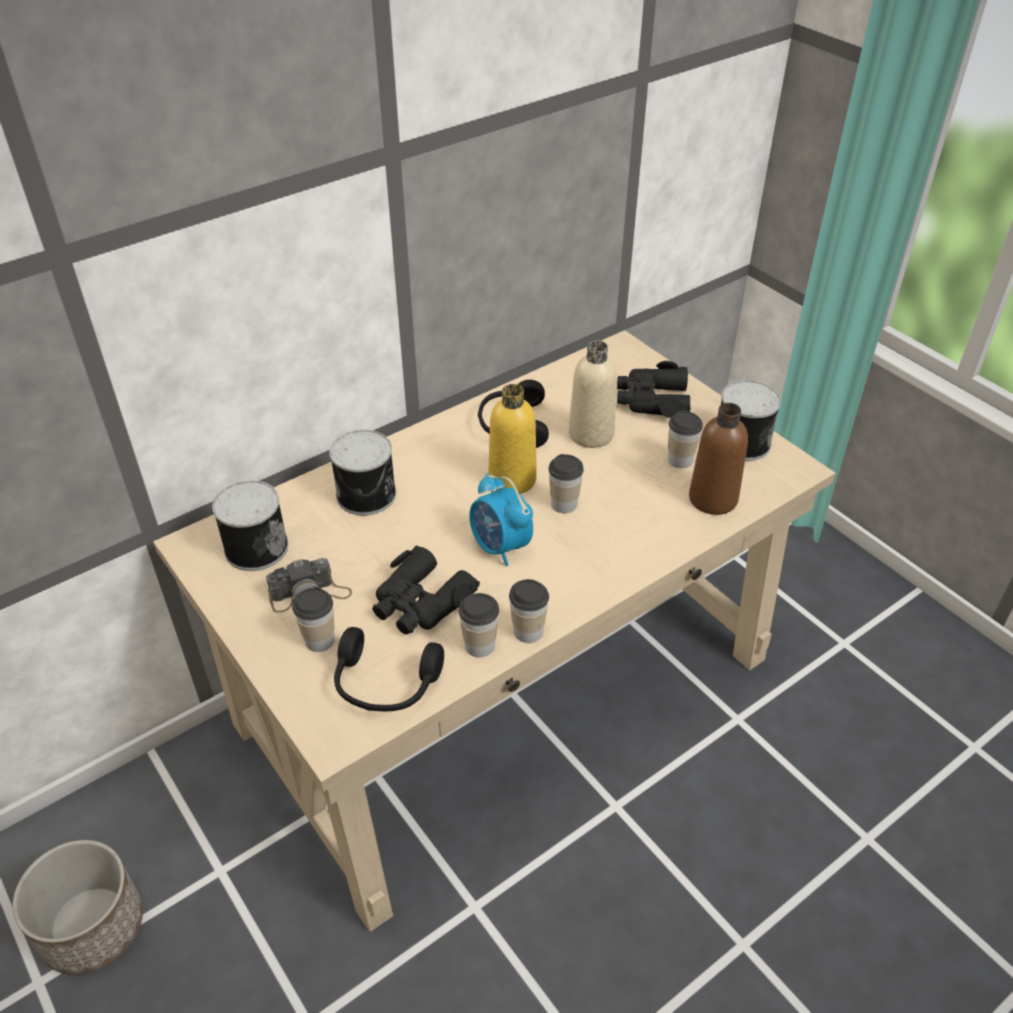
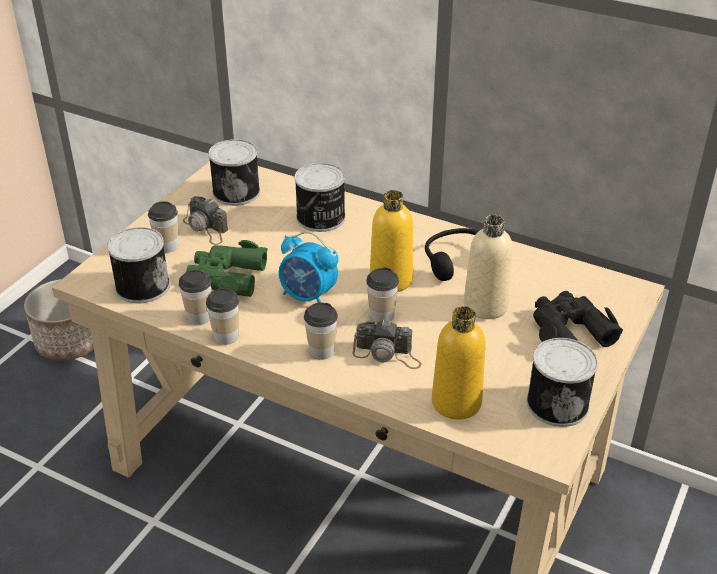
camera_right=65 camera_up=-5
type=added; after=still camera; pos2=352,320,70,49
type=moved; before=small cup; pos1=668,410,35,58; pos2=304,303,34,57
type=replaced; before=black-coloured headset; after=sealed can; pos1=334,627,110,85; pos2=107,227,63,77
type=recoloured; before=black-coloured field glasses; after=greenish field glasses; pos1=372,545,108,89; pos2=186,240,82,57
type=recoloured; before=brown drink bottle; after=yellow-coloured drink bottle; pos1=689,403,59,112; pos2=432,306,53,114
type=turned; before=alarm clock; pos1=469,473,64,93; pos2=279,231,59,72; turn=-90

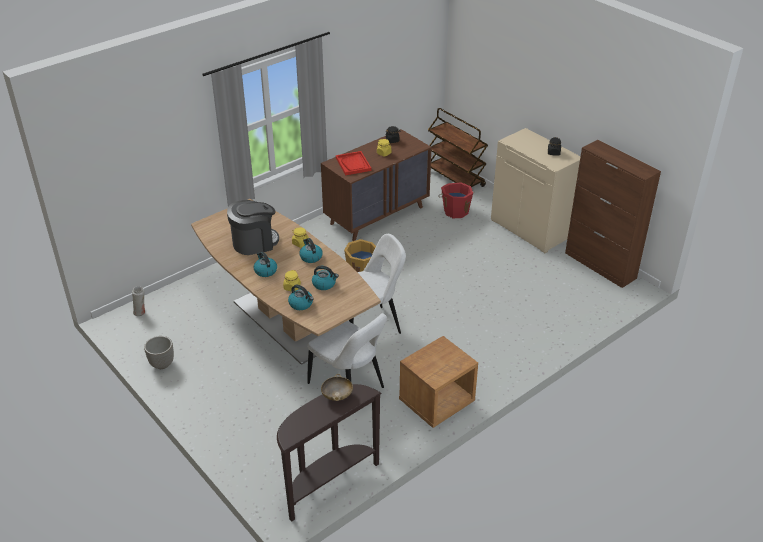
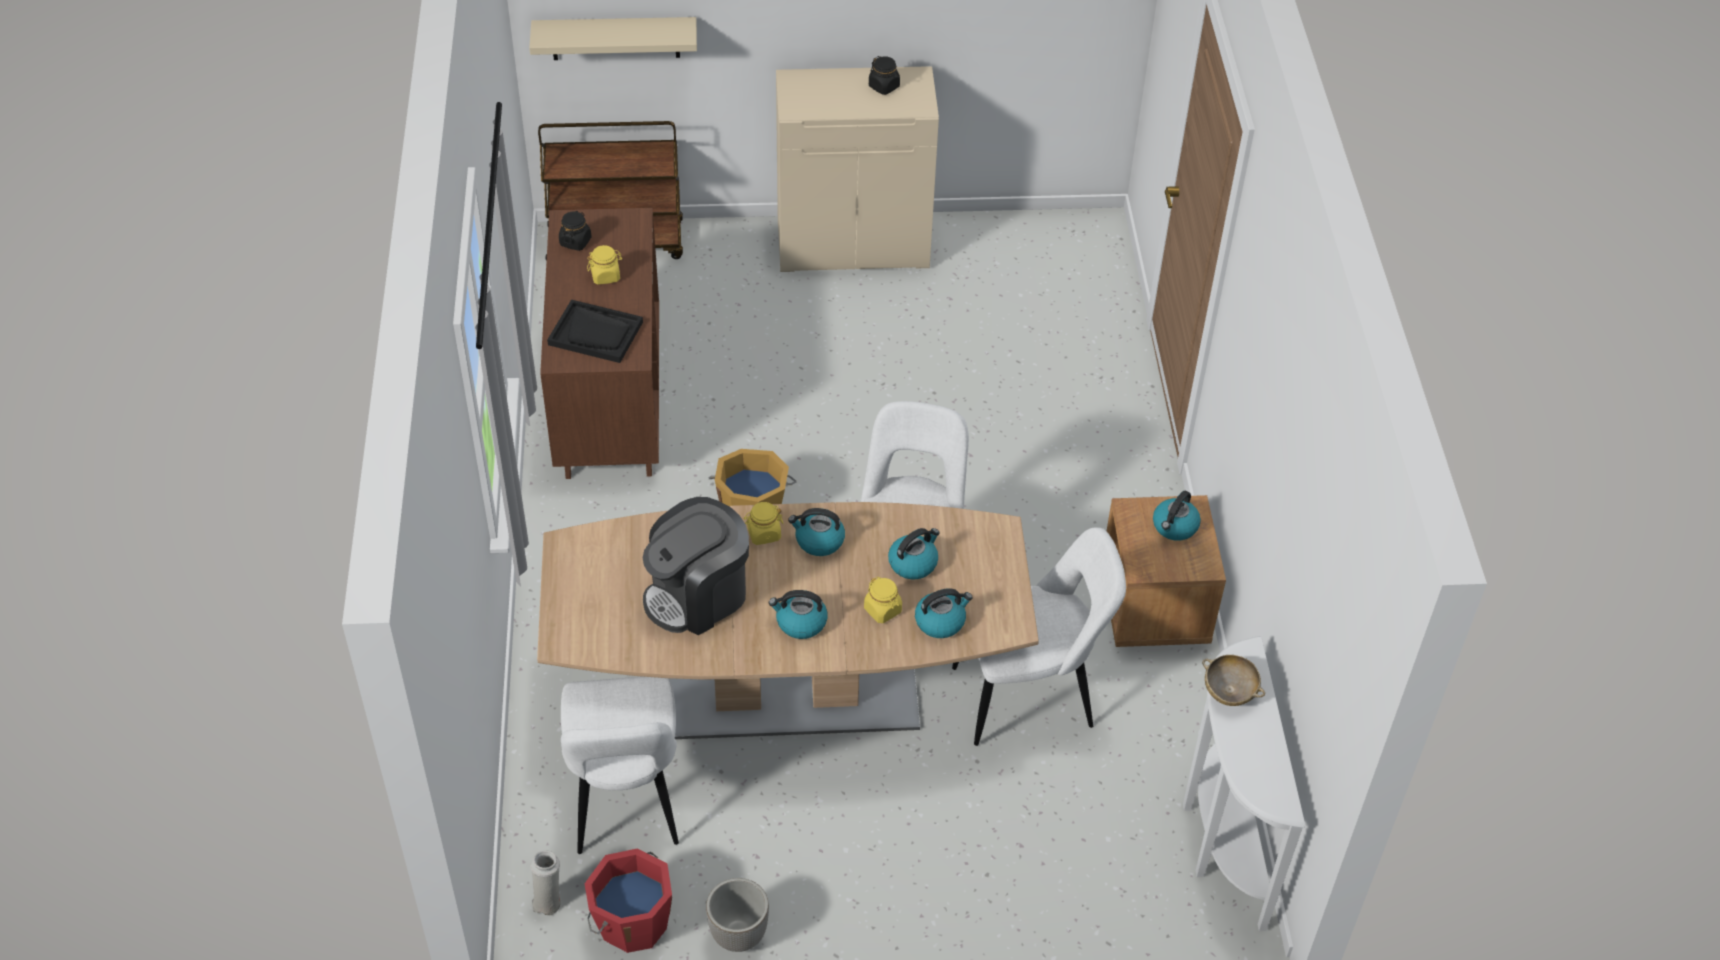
camera_right=-55 camera_up=10
type=removed; before=brown storage cabinet; pos1=565,140,96,148
type=added; after=beige-coloured wall shelf; pos2=529,17,168,43
type=added; after=white-coloured upright chair; pos2=561,677,118,177
type=added; after=tea kettle; pos2=1153,491,48,50
type=moved; before=red water bucket; pos1=438,182,36,36; pos2=584,848,88,105
type=recoloured; before=brown narrow table; after=white-coloured narrow table; pos1=277,384,105,138; pos2=1183,636,122,295
type=recoloured; before=red tray; after=black-coloured tray; pos1=336,151,35,24; pos2=547,300,96,63
type=turned; before=coffee machine; pos1=227,200,52,55; pos2=643,497,106,138; turn=-135

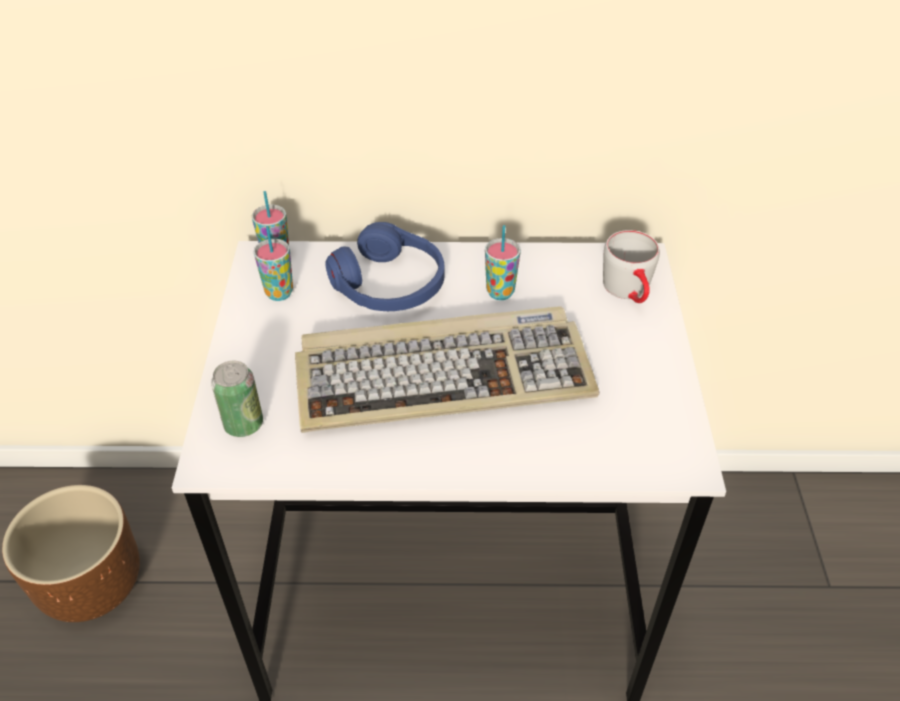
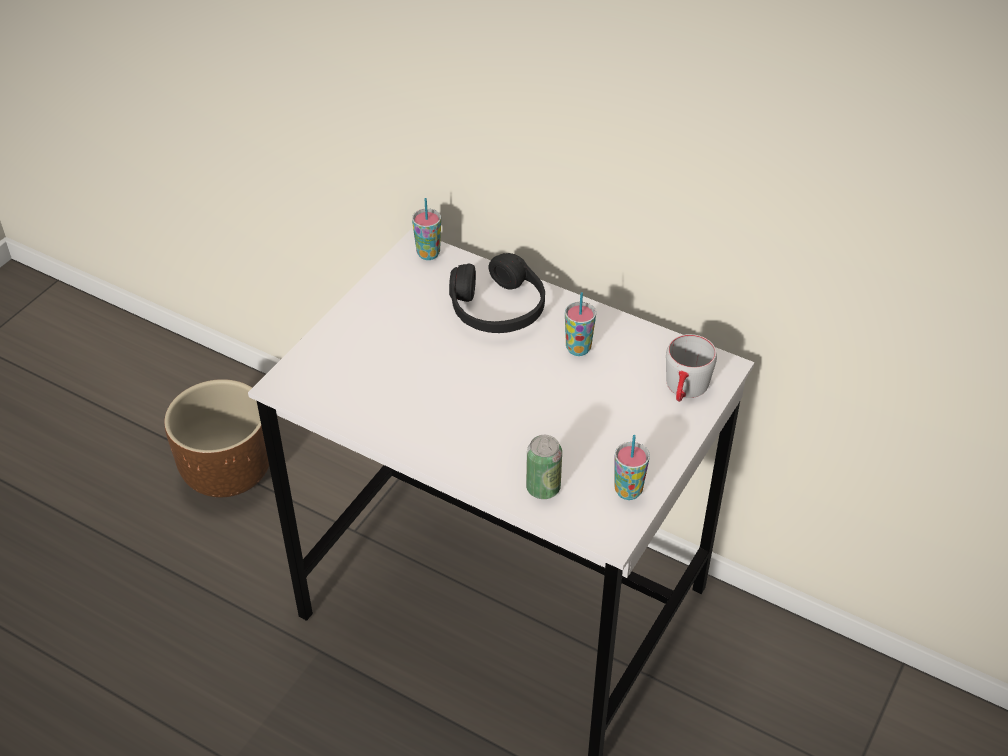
camera_right=30 camera_up=0
type=removed; before=computer keyboard; pos1=295,306,305,127
type=moved; before=sealed can; pos1=211,361,52,76; pos2=526,435,36,64
type=moved; before=small cup; pos1=253,226,40,75; pos2=615,435,35,65
type=recoloured; before=bluish headset; after=black-coloured headset; pos1=325,222,120,89; pos2=449,253,96,80

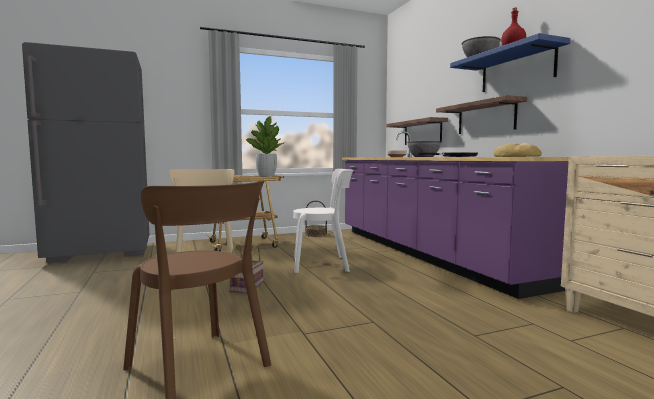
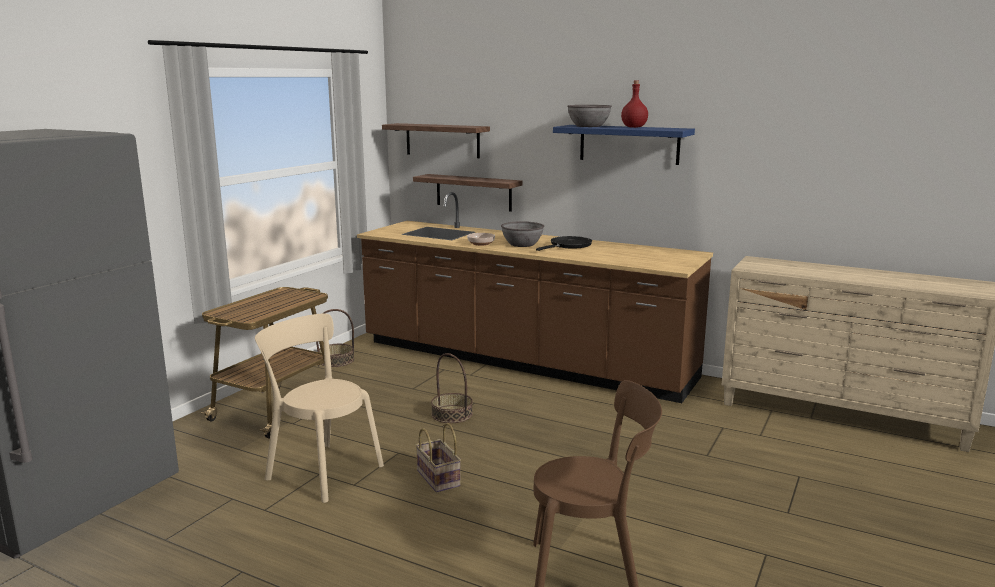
camera_right=-40 camera_up=10
type=removed; before=plant in a pot; pos1=246,116,39,61
type=removed; before=baked bread; pos1=493,143,49,14
type=moved; before=wall shelf; pos1=436,95,91,39; pos2=382,123,108,35
type=replaced; before=white-coloured upright chair; after=basket; pos1=293,169,61,104; pos2=431,353,42,70
type=recoloured; before=purple-coloured counter; after=brown counter; pos1=342,131,227,168; pos2=357,192,356,211

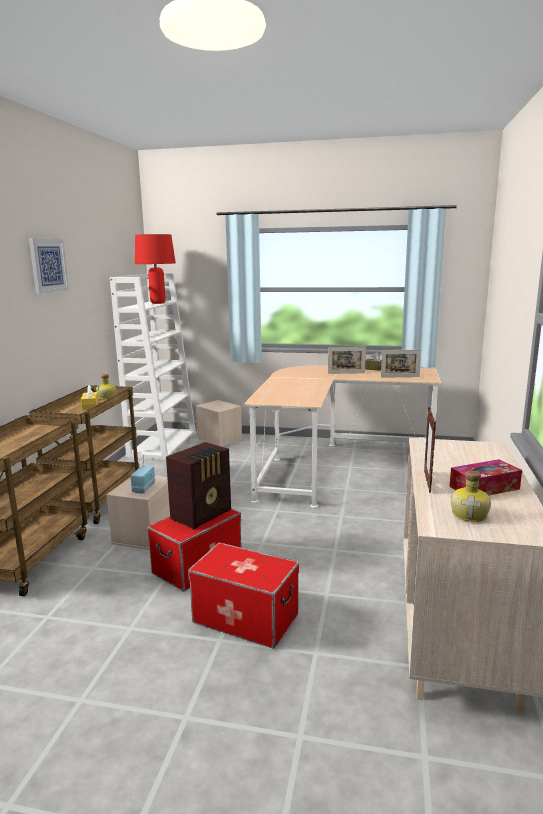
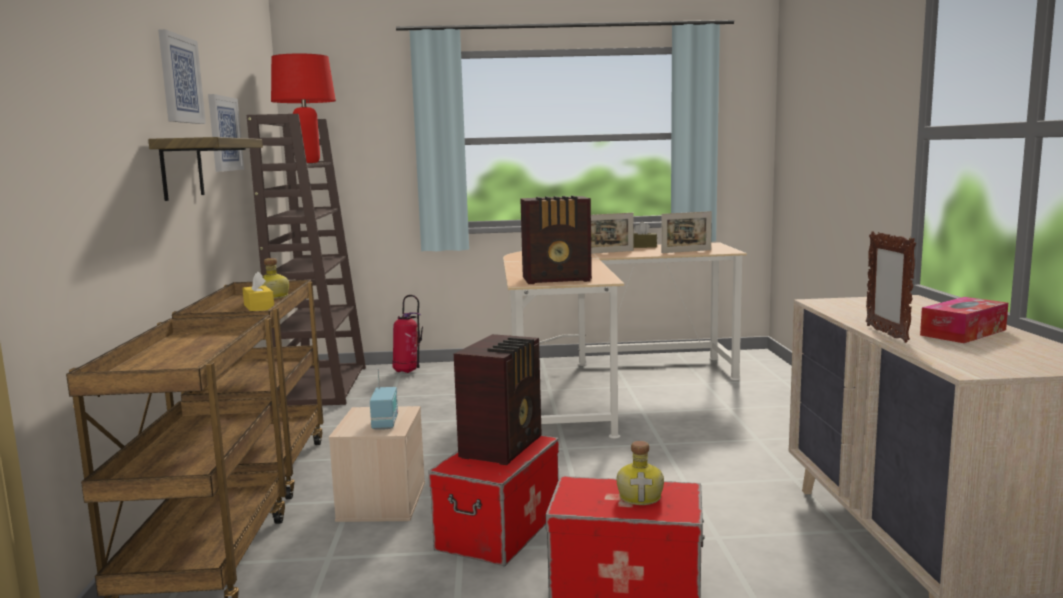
camera_right=-15 camera_up=-5
type=added; after=wall shelf; pos2=148,137,115,64
type=added; after=wall picture; pos2=208,94,36,78
type=added; after=radio receiver; pos2=520,196,72,88
type=moved; before=drink bottle; pos1=451,470,40,52; pos2=617,441,47,64
type=replaced; before=beige-coloured storage bin; after=extinguisher; pos1=196,400,46,46; pos2=393,295,30,78
type=recoloured; before=white-coloured shelving unit; after=brown shelving unit; pos1=110,273,86,187; pos2=247,114,119,292

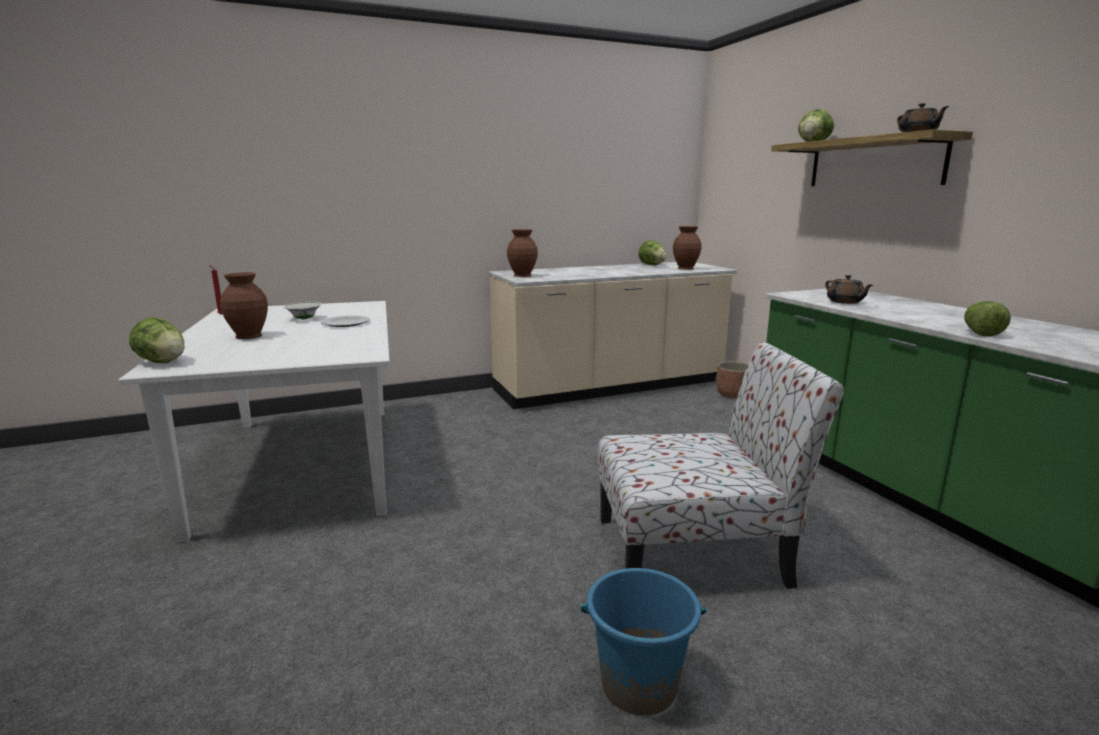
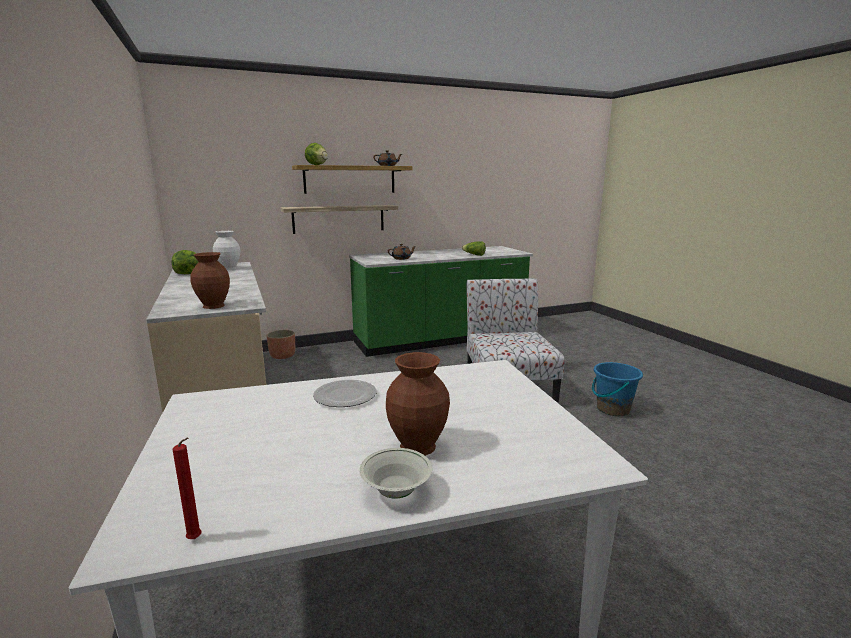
camera_right=-90 camera_up=0
type=removed; before=lettuce head; pos1=129,317,56,46
type=added; after=wall shelf; pos2=281,205,117,29
type=moved; before=white-coloured bowl; pos1=283,302,39,18; pos2=359,448,73,51
type=recoloured; before=brown vase; after=white-coloured vase; pos1=673,226,29,44; pos2=213,231,27,39

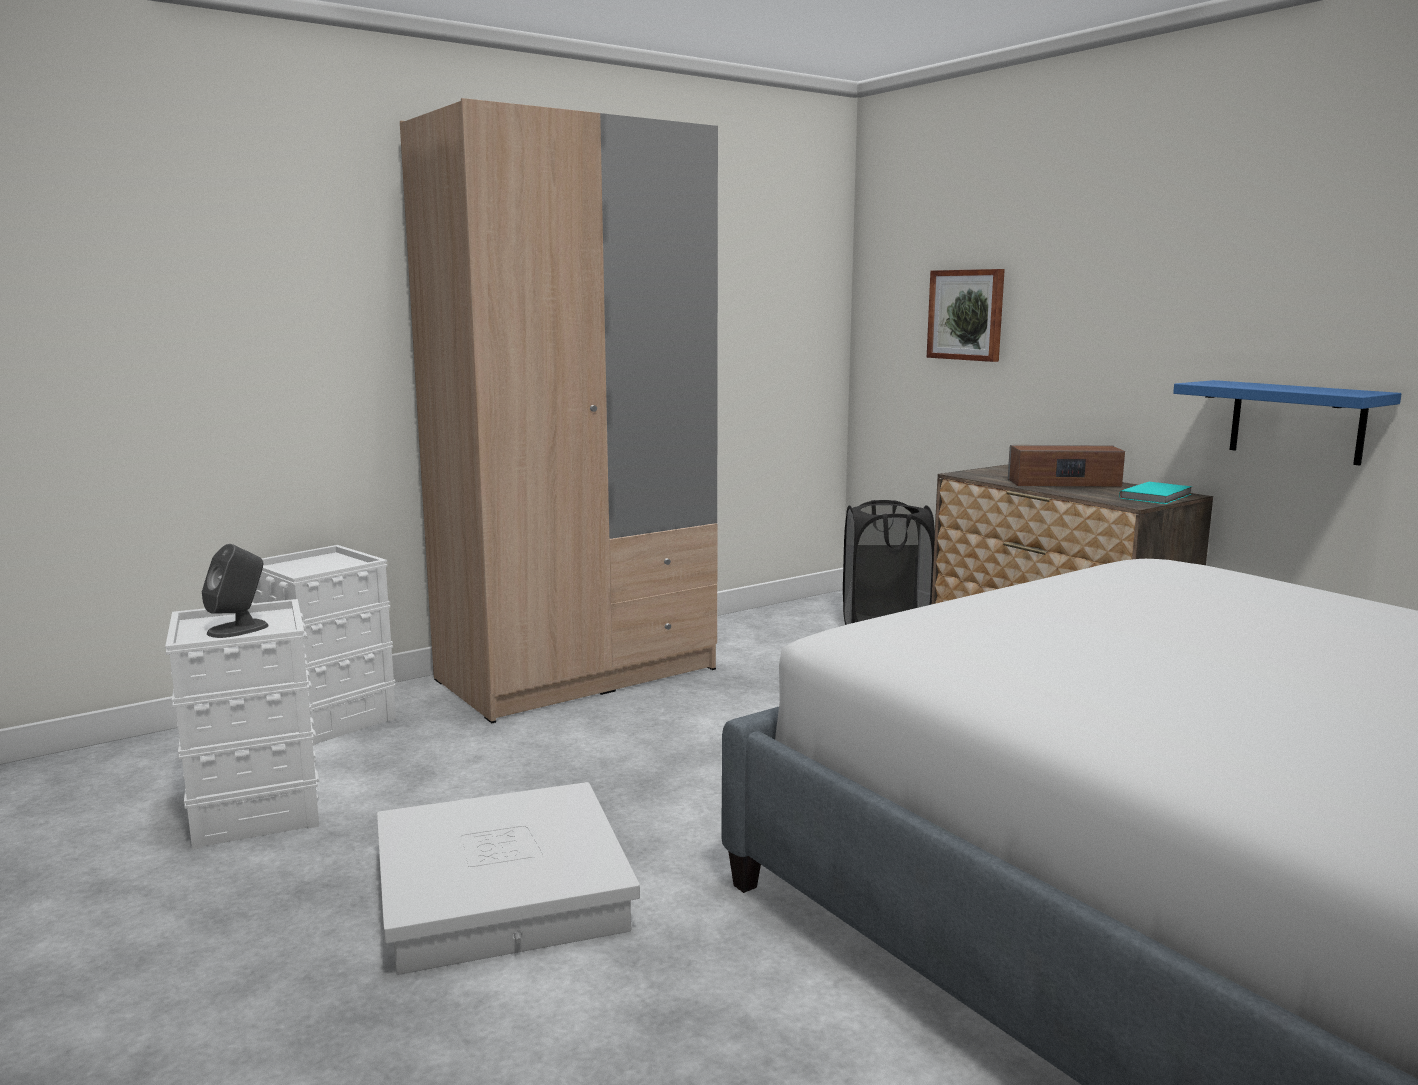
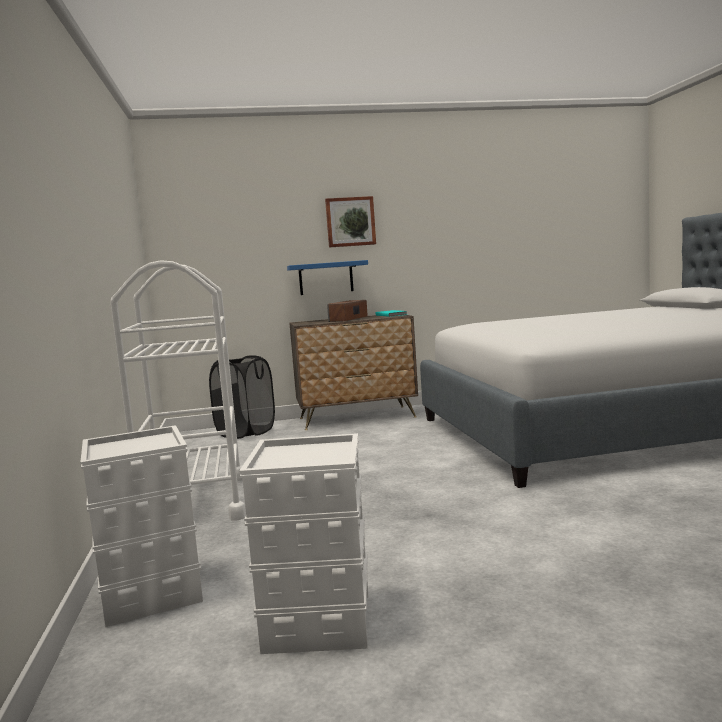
camera_right=-65 camera_up=-5
type=removed; before=grey loudspeaker; pos1=202,544,67,94
type=removed; before=white-coloured storage bin; pos1=377,782,263,193
type=moved; before=wall picture; pos1=927,269,78,93; pos2=325,196,51,52
type=moved; before=bluish wall shelf; pos1=1173,380,228,86; pos2=287,260,81,35
type=replaced; before=beige-coloured clothes cupboard; after=white-coloured trolley; pos1=400,98,318,625; pos2=111,260,135,260

